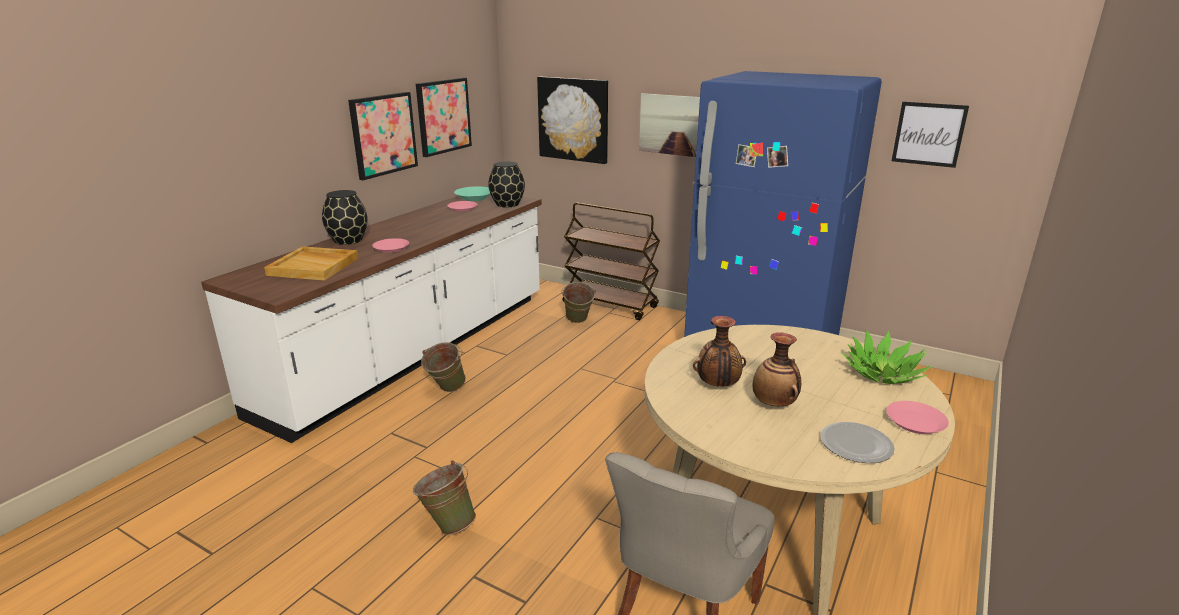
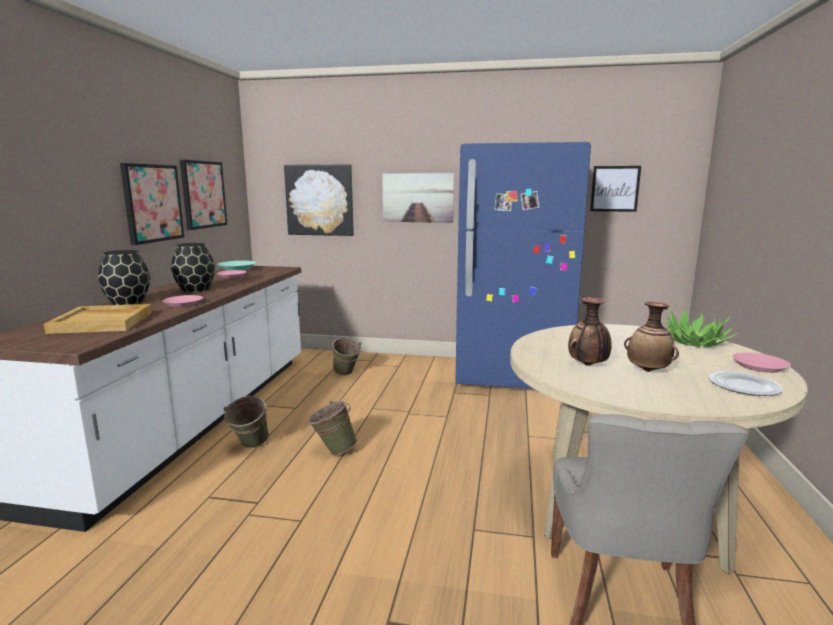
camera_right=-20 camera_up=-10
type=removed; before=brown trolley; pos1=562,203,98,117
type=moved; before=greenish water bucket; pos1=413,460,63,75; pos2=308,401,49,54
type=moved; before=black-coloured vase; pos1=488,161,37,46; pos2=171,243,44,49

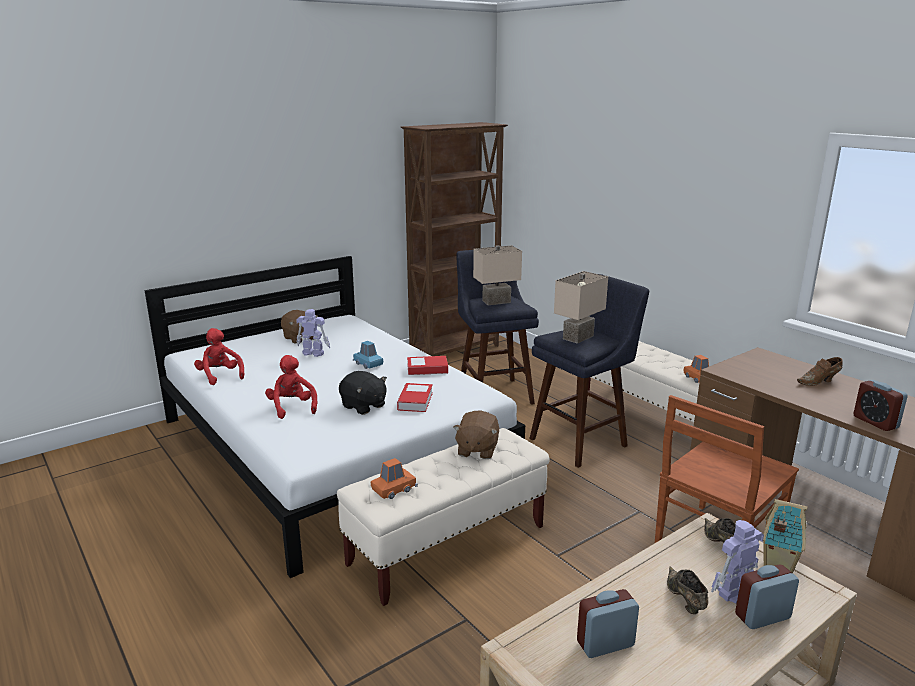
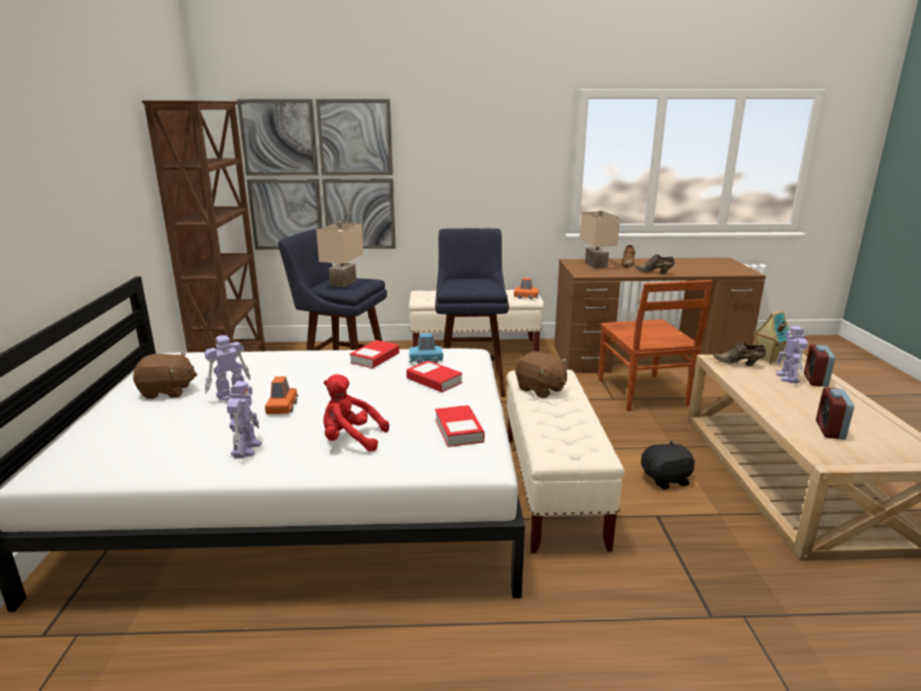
camera_right=-55 camera_up=0
type=removed; before=red cuddly toy; pos1=194,328,50,57
type=removed; before=alarm clock; pos1=853,380,55,51
type=added; after=model robot; pos2=227,381,35,77
type=added; after=wall picture; pos2=237,99,159,151
type=added; after=volume; pos2=435,405,49,42
type=moved; before=black-coloured cuddly toy; pos1=339,371,48,44; pos2=641,441,54,48
type=moved; before=bluish toy car; pos1=353,341,30,28; pos2=408,333,35,31
type=moved; before=orange-coloured toy car; pos1=371,458,47,41; pos2=265,376,33,38
type=moved; before=beige-coloured tabletop lamp; pos1=554,271,54,73; pos2=580,211,40,57
type=moved; before=brown low shoe; pos1=667,566,41,48; pos2=635,254,40,20

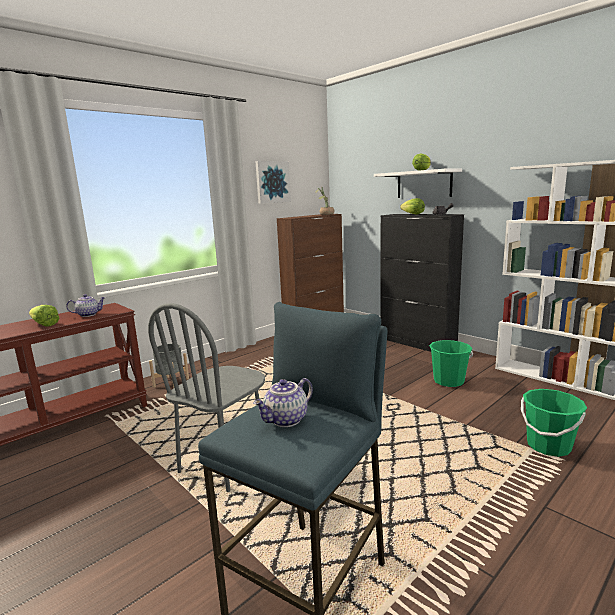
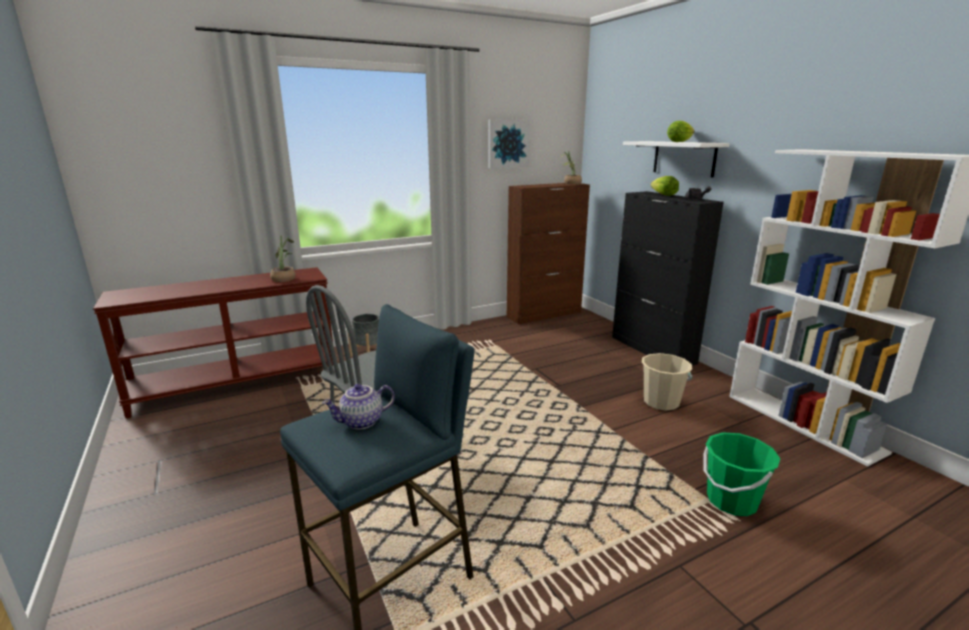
camera_right=15 camera_up=5
type=removed; before=lettuce head; pos1=29,305,30,22
type=replaced; before=tea pot; after=plant in a pot; pos1=66,294,40,23; pos2=270,236,26,46
type=recoloured; before=greenish water bucket; after=beige-coloured water bucket; pos1=429,340,44,47; pos2=642,353,50,58

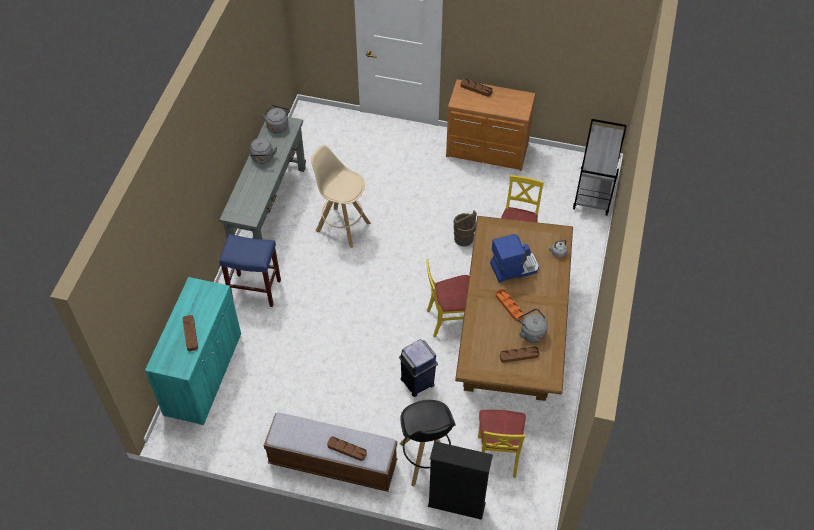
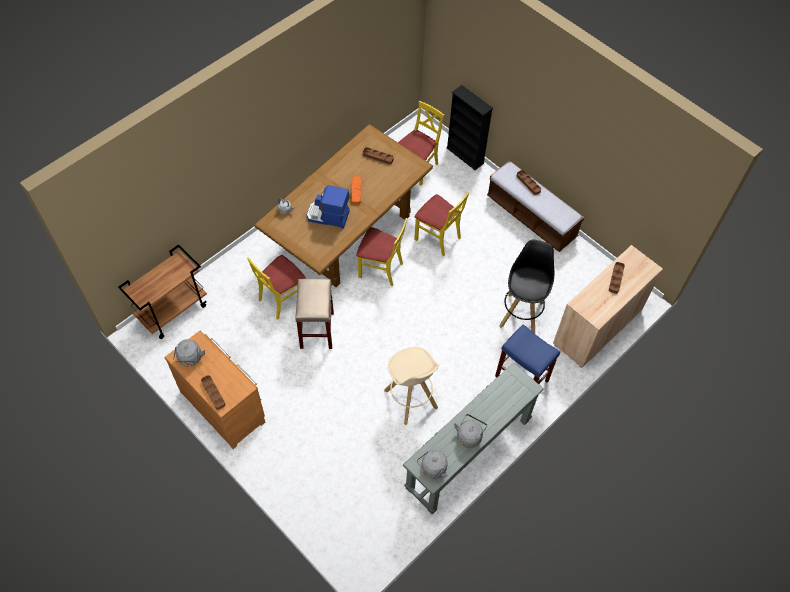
camera_right=-150 camera_up=5
type=moved; before=black-coloured stool; pos1=400,400,56,87; pos2=499,239,55,95
type=moved; before=grey tea kettle; pos1=518,308,30,35; pos2=173,339,32,28
type=replaced; before=bluish rubbish bin; after=yellow-coloured upright chair; pos1=399,339,39,58; pos2=414,192,55,64
type=replaced; before=brown water bucket; after=beige-coloured stool; pos1=453,210,24,37; pos2=295,279,39,70
type=recoloured; before=turquoise storage cabinet; after=beige-coloured storage cabinet; pos1=145,277,96,148; pos2=553,245,110,123
type=recoloured; before=grey trolley; after=brown trolley; pos1=573,119,54,97; pos2=118,244,89,95

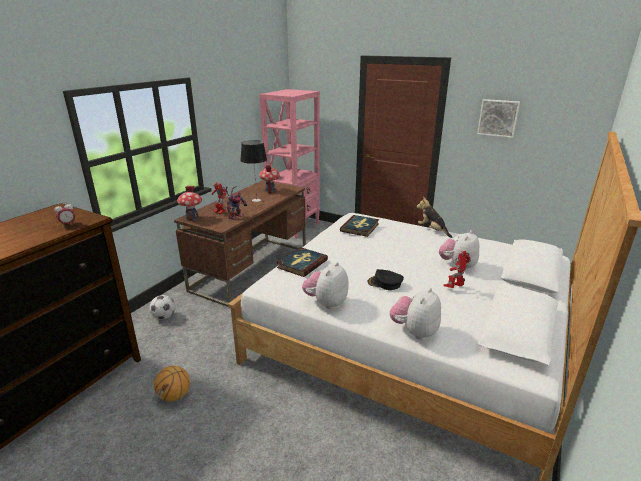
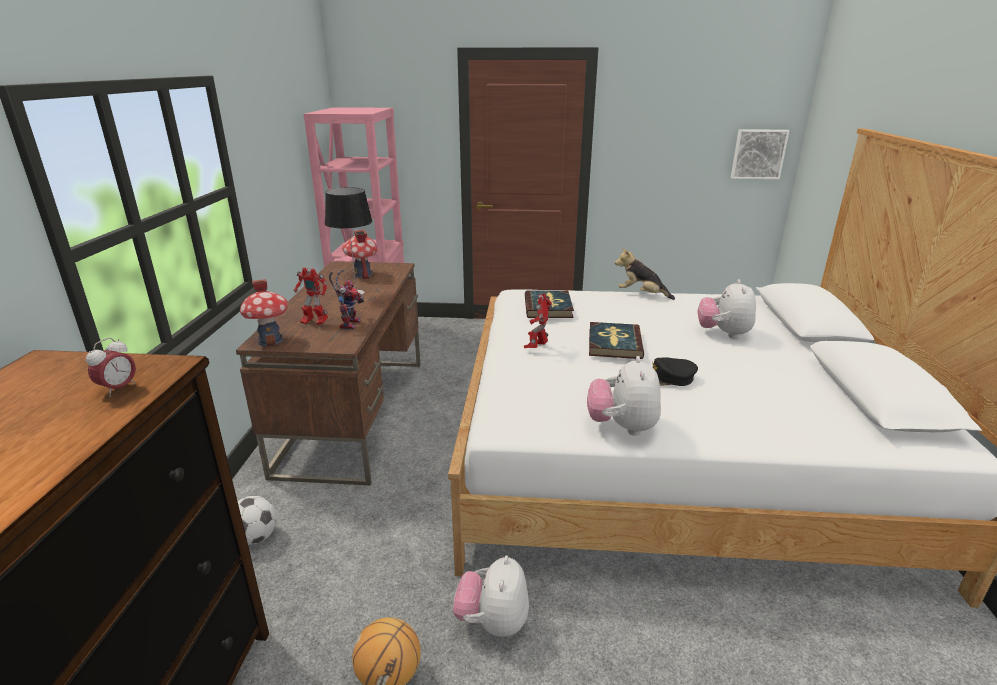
camera_right=-25 camera_up=0
type=moved; before=volume; pos1=277,247,51,30; pos2=589,322,55,37
type=moved; before=cuddly toy; pos1=390,288,51,51; pos2=453,555,76,82
type=moved; before=model robot; pos1=444,251,27,37; pos2=524,293,28,55
type=moved; before=wall picture; pos1=477,99,43,39; pos2=731,129,58,50

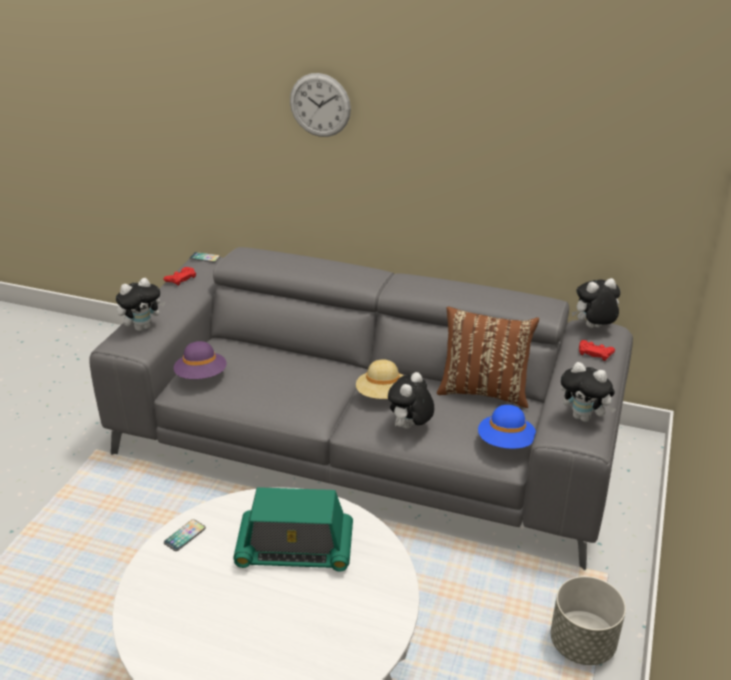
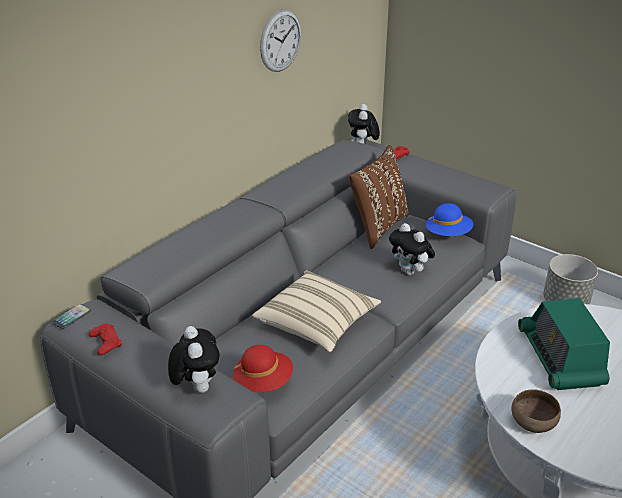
camera_right=-70 camera_up=0
type=removed; before=beige-coloured wearable hat; pos1=356,359,48,40
type=removed; before=cuddly toy; pos1=561,362,55,60
type=added; after=beige-coloured cushion; pos2=252,270,129,82
type=moved; before=clock on the wall; pos1=290,73,61,64; pos2=260,9,41,63
type=replaced; before=handset; after=brown bowl; pos1=164,519,42,32; pos2=511,389,50,44
type=recoloured; before=purple-coloured wearable hat; after=red wearable hat; pos1=174,341,53,38; pos2=233,345,60,47
type=turned; before=radio receiver; pos1=233,487,120,84; pos2=518,298,92,92; turn=150

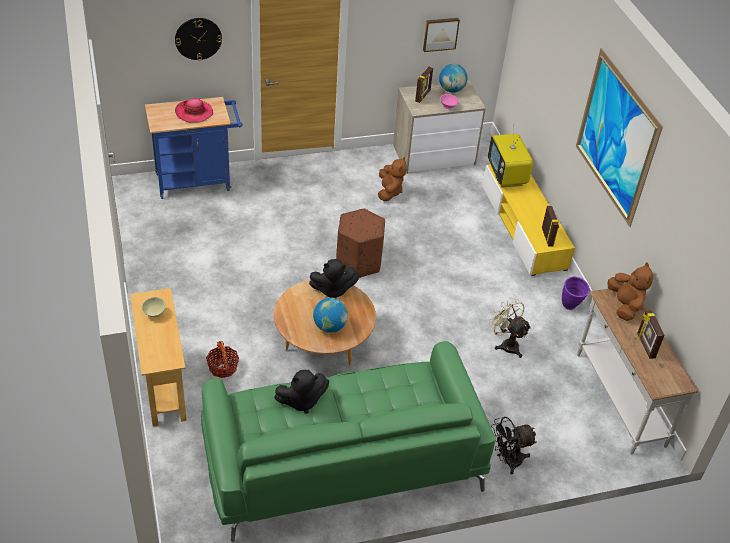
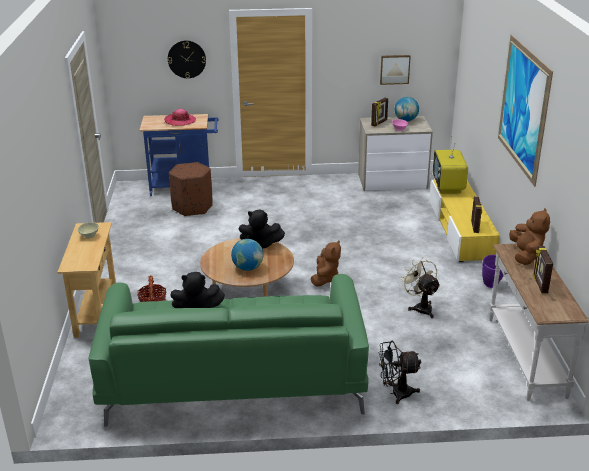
camera_right=15 camera_up=-15
type=moved; before=brown footrest; pos1=336,208,49,70; pos2=169,162,44,54
type=moved; before=brown cuddly toy; pos1=378,157,29,45; pos2=311,240,30,47

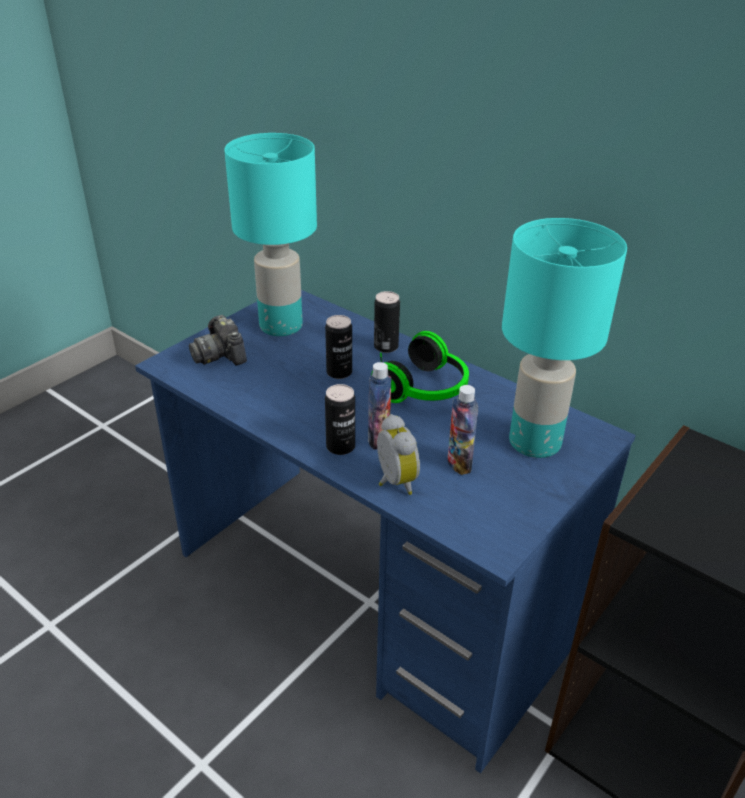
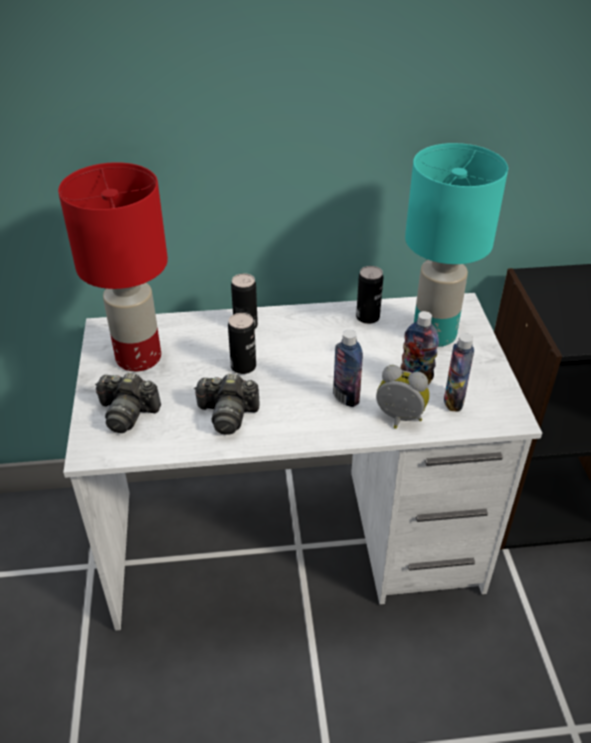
camera_right=-45 camera_up=5
type=removed; before=headset; pos1=371,331,98,72
type=added; after=still camera; pos2=194,374,66,61
type=added; after=drink bottle; pos2=444,333,30,79
type=moved; before=sealed can; pos1=325,384,30,71; pos2=356,266,27,58
type=recoloured; before=bluish desk unit; after=white-coloured desk unit; pos1=135,290,501,483; pos2=63,293,479,338
type=recoloured; before=turquoise tabletop lamp; after=red tabletop lamp; pos1=224,133,93,203; pos2=58,162,110,209

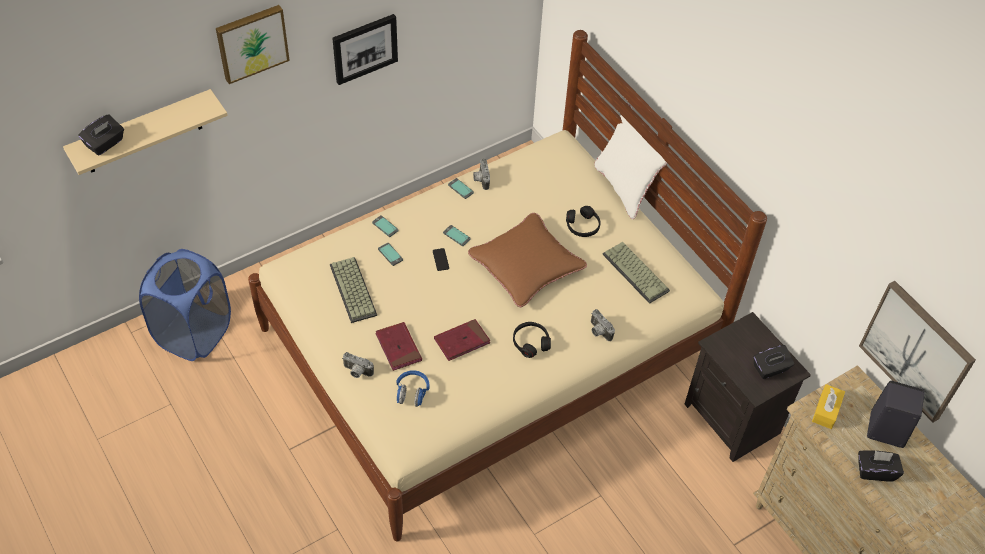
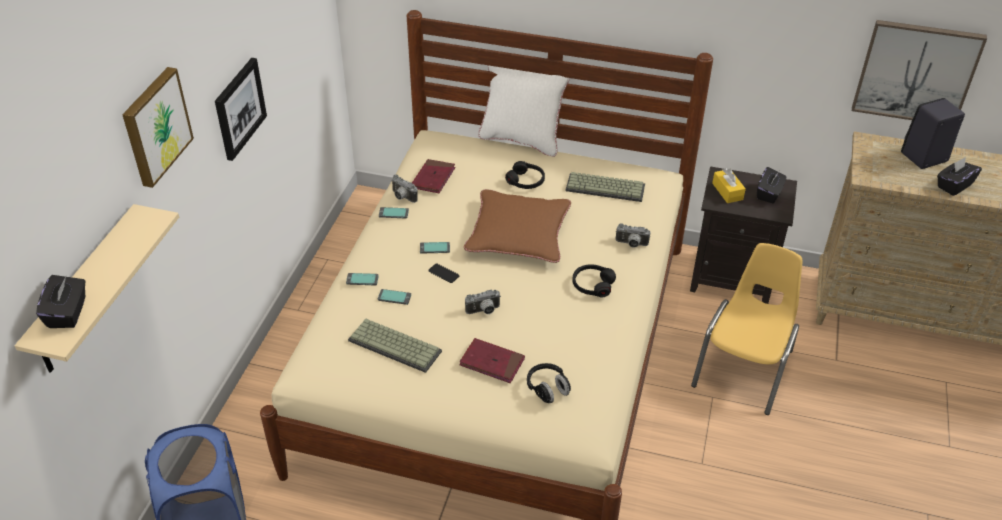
camera_right=-40 camera_up=-10
type=added; after=yellow-coloured upright chair; pos2=691,243,111,172
type=moved; before=still camera; pos1=342,352,32,26; pos2=465,290,35,24
type=moved; before=red volume; pos1=434,319,56,42; pos2=412,159,43,34
type=moved; before=yellow-coloured tissue box; pos1=812,384,33,45; pos2=712,168,34,35
type=recoloured; before=bluish headset; after=black-coloured headset; pos1=396,370,34,37; pos2=527,363,44,40

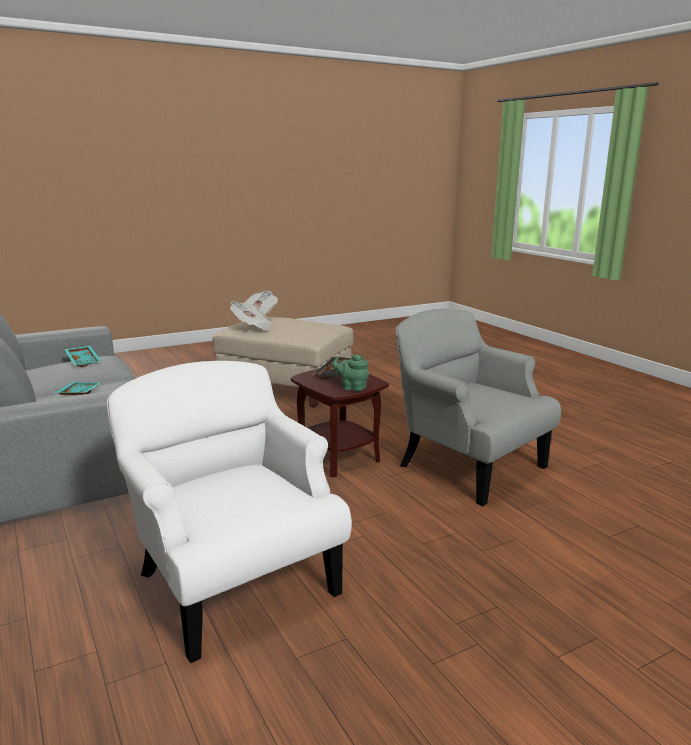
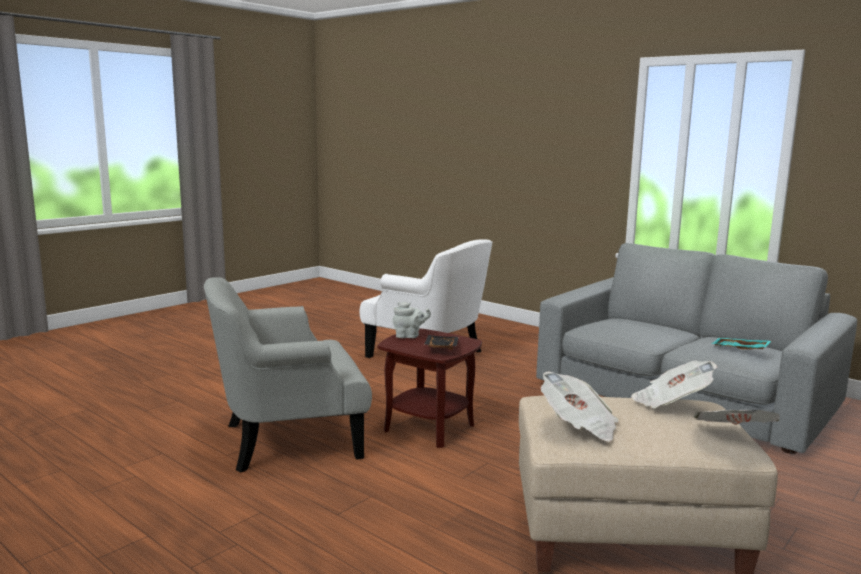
camera_right=160 camera_up=-5
type=removed; before=turquoise tray; pos1=54,382,48,13
type=added; after=printed paper; pos2=541,371,78,71
type=recoloured; before=greenish tea pot; after=grey tea pot; pos1=332,354,37,38; pos2=392,302,39,36
type=turned; before=grey easy chair; pos1=396,309,165,197; pos2=204,277,168,196; turn=135

